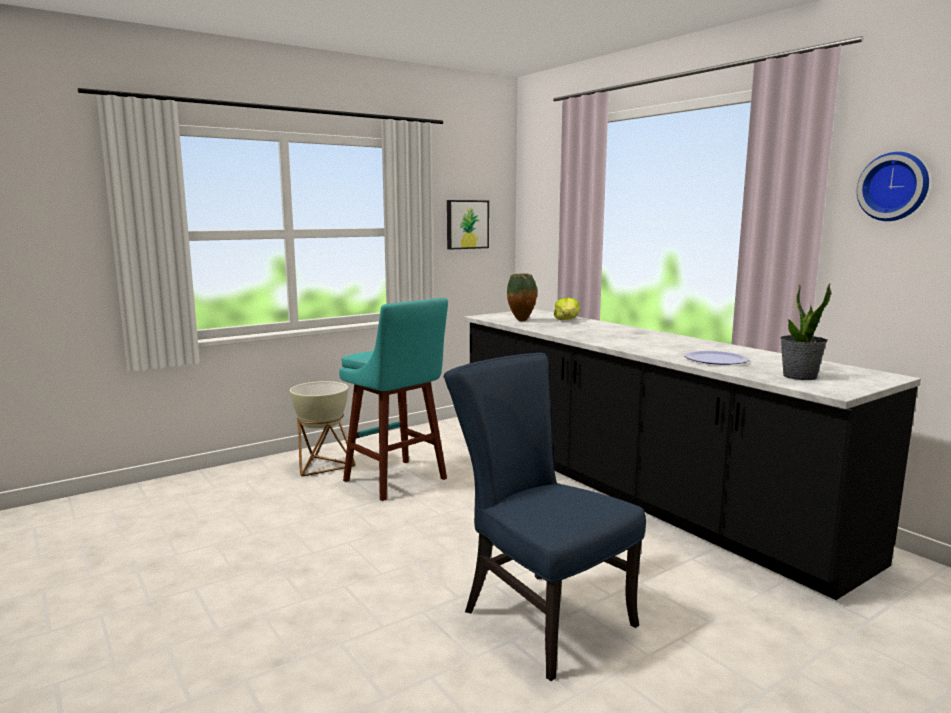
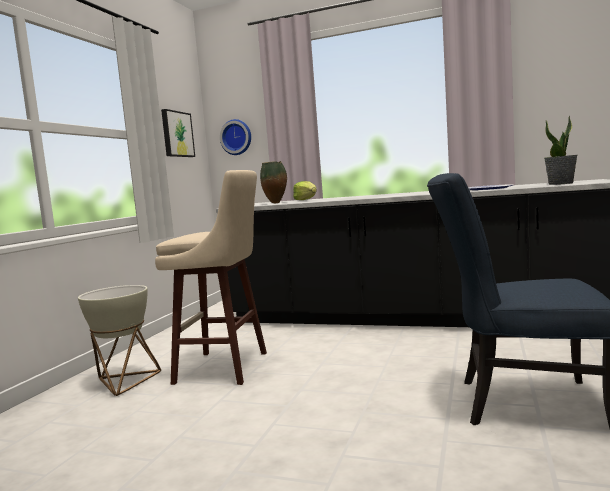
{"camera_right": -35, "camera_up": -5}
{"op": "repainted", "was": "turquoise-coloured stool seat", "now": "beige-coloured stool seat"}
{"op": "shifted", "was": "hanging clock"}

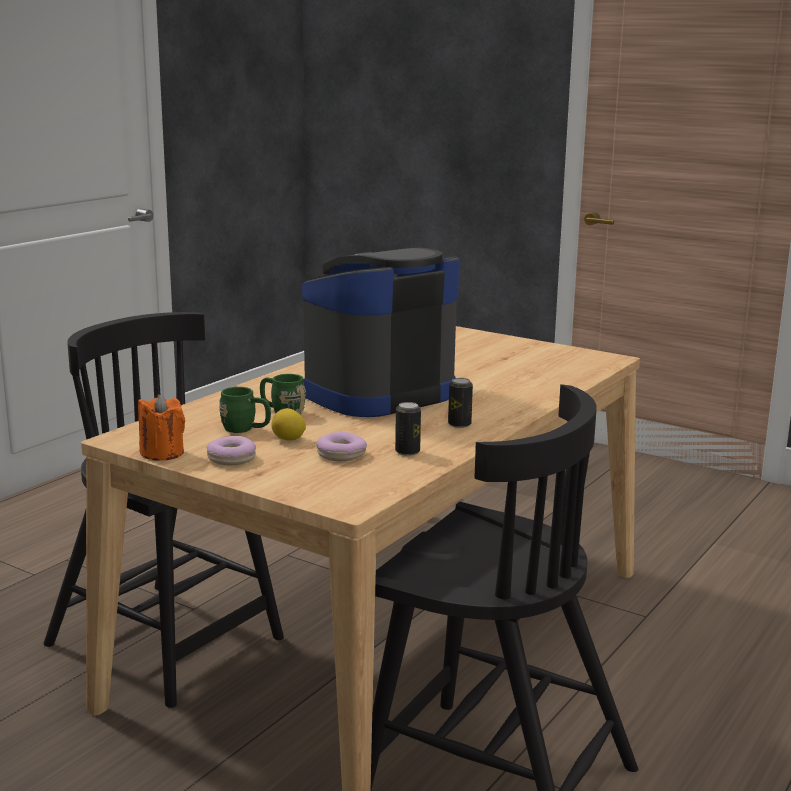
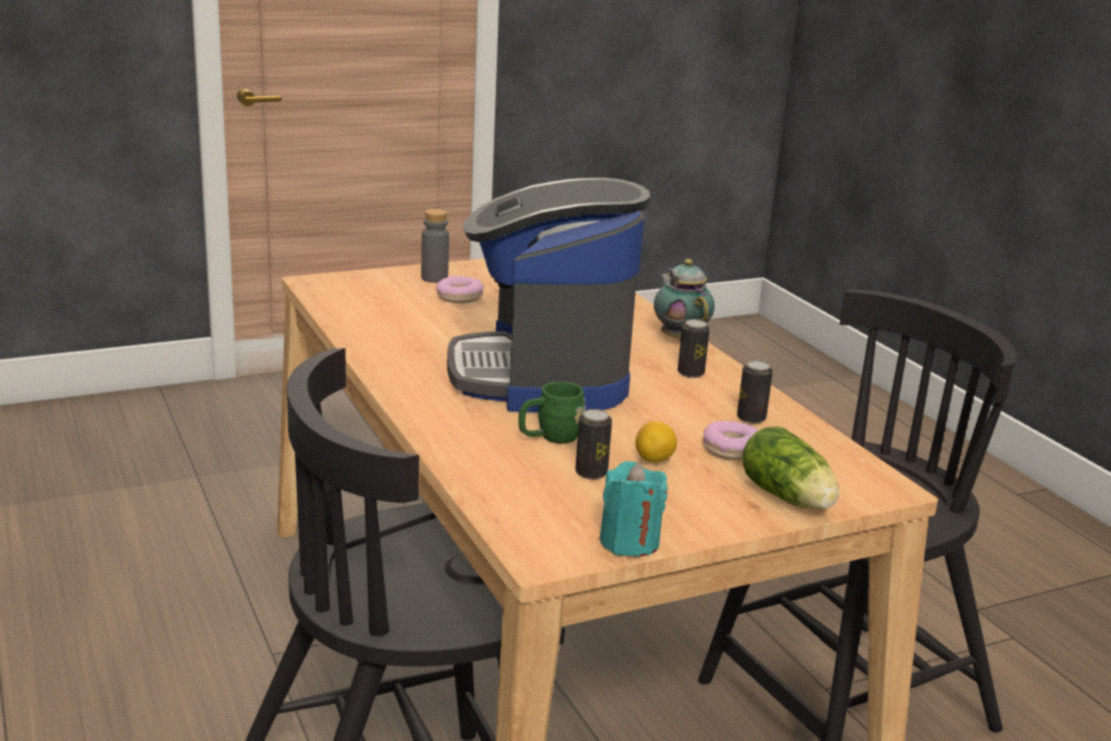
{"camera_right": -60, "camera_up": 5}
{"op": "new", "now": "gray bottle"}
{"op": "shifted", "was": "donut (no. 1 from left)"}
{"op": "swapped", "was": "green-coloured mug (no. 1 from left)", "now": "sealed can (no. 1 from left)"}
{"op": "repainted", "was": "orange-coloured candle", "now": "turquoise-coloured candle"}
{"op": "new", "now": "teapot"}
{"op": "new", "now": "lettuce"}

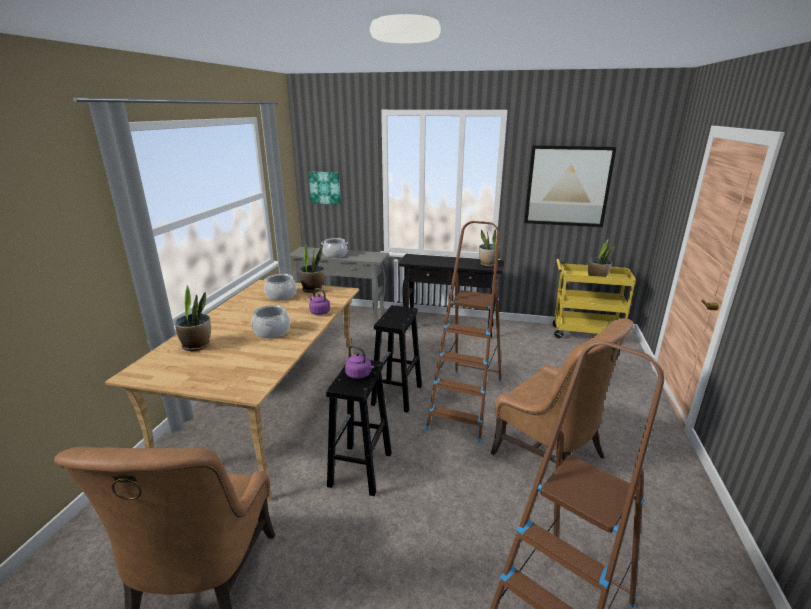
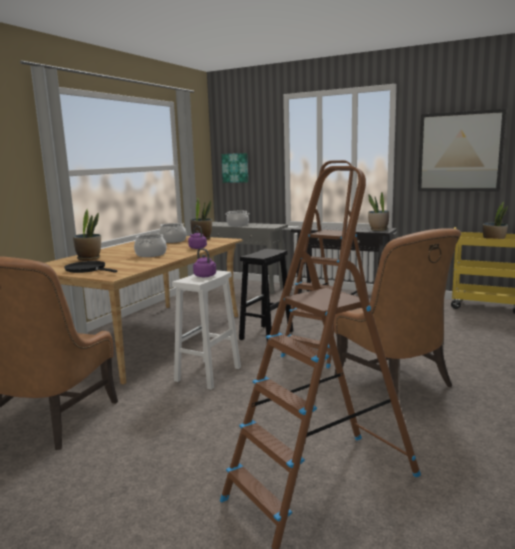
{"camera_right": 15, "camera_up": -10}
{"op": "new", "now": "black frying pan"}
{"op": "repainted", "was": "black stool seat (no. 1 from left)", "now": "white-coloured stool seat"}

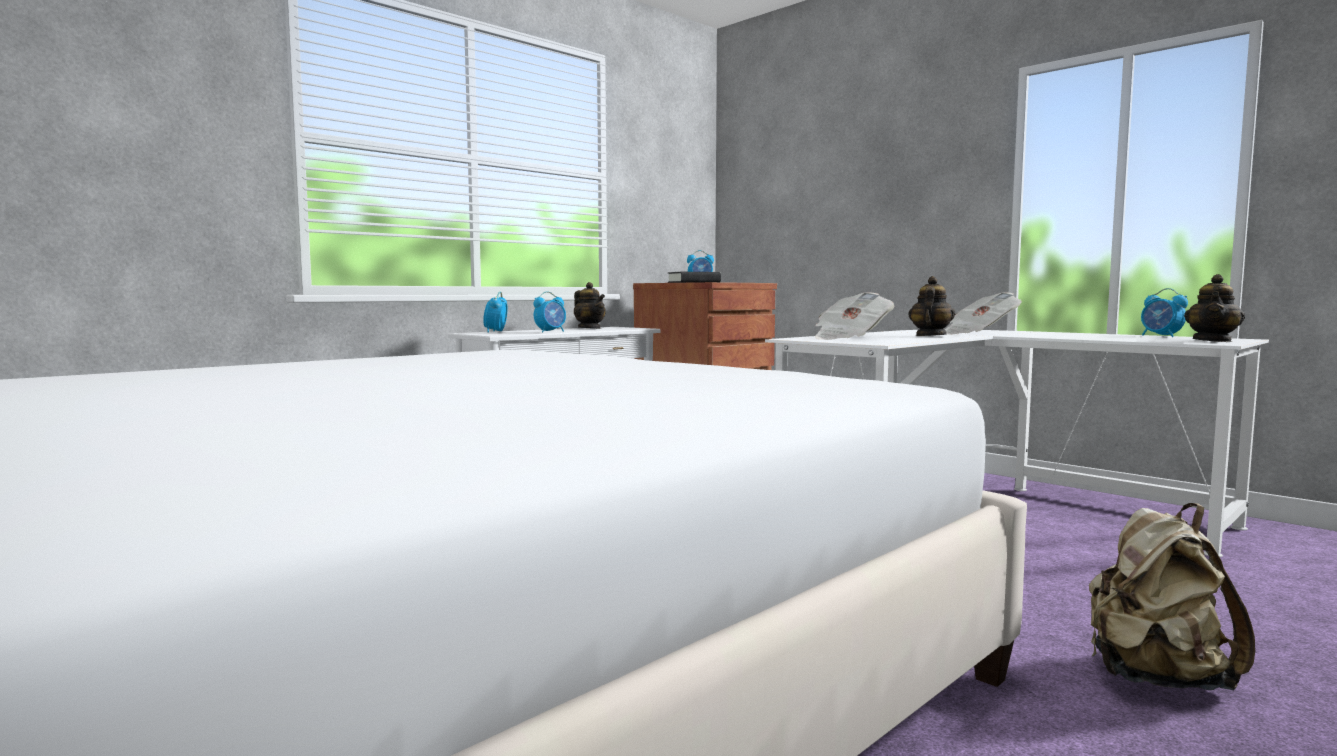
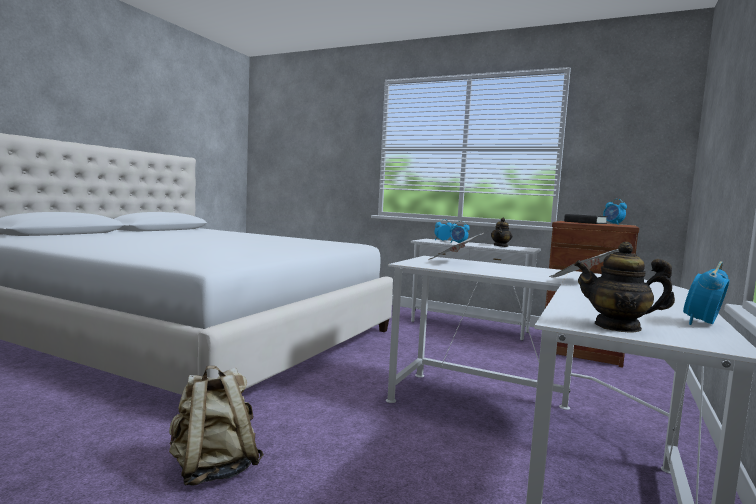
{"camera_right": 70, "camera_up": 0}
{"op": "gone", "was": "teapot (no. 2 from left)"}

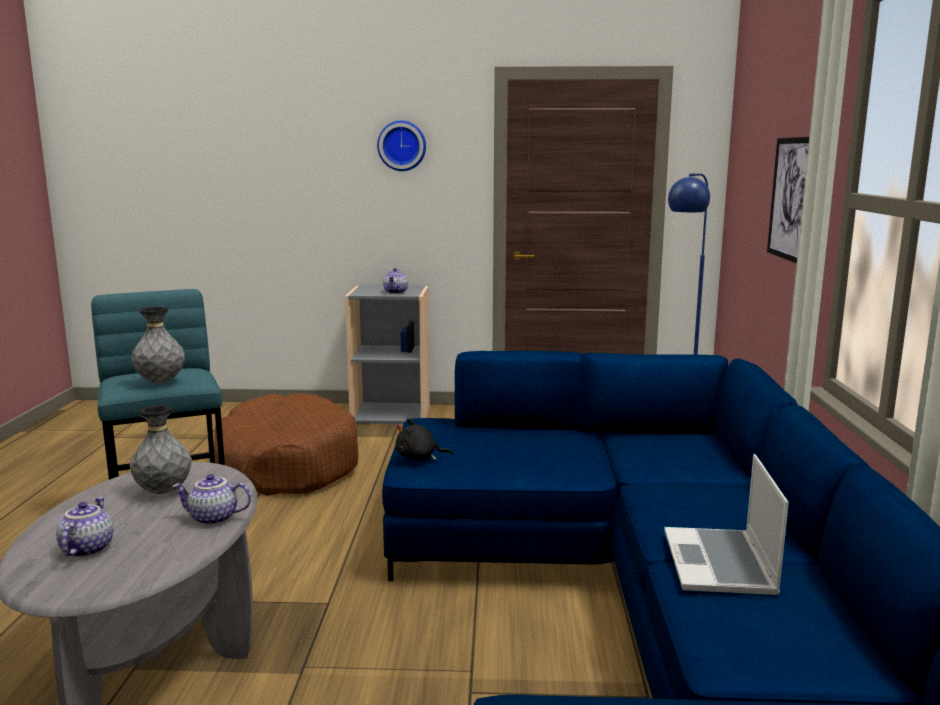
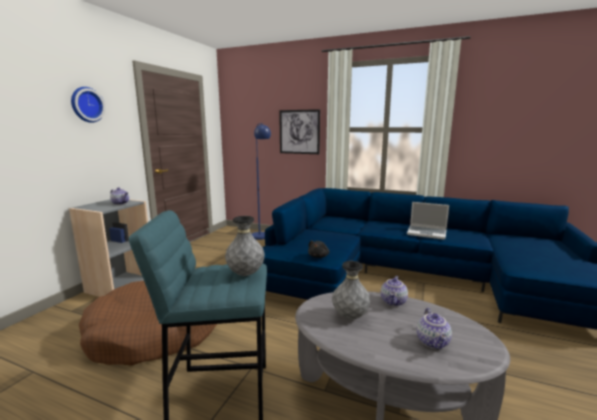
{"camera_right": -70, "camera_up": 0}
{"op": "rotated", "was": "teapot (no. 1 from left in the first image)", "clockwise": -105}

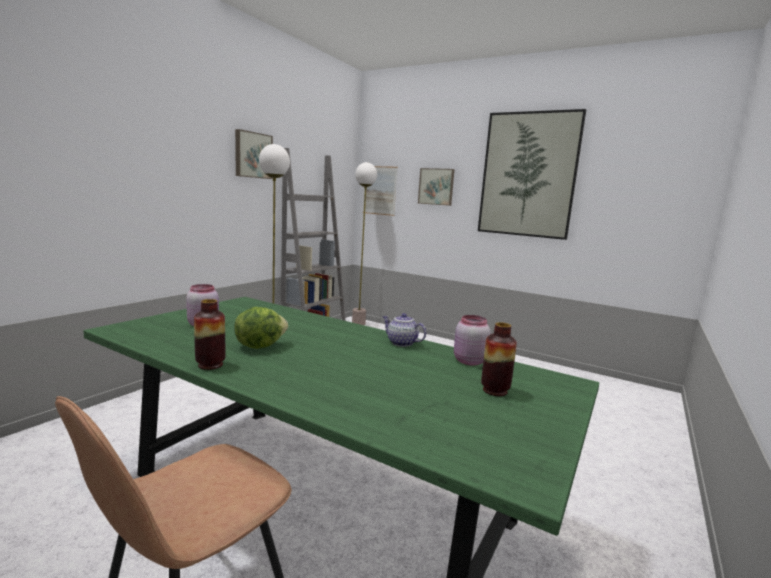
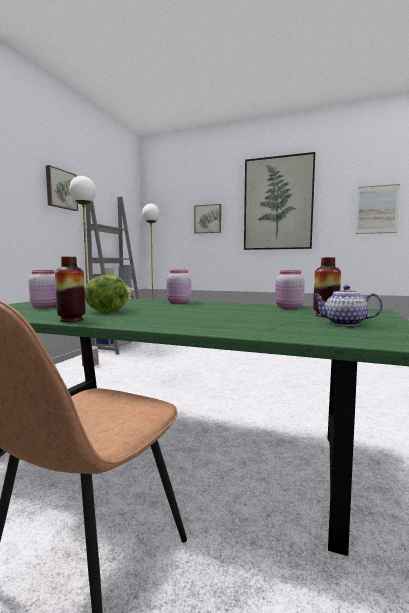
{"camera_right": -10, "camera_up": -5}
{"op": "new", "now": "pink-coloured storage jar (no. 2 from left)"}
{"op": "shifted", "was": "teapot"}
{"op": "shifted", "was": "picture (no. 2 from left in the first image)", "now": "picture (no. 4 from left)"}

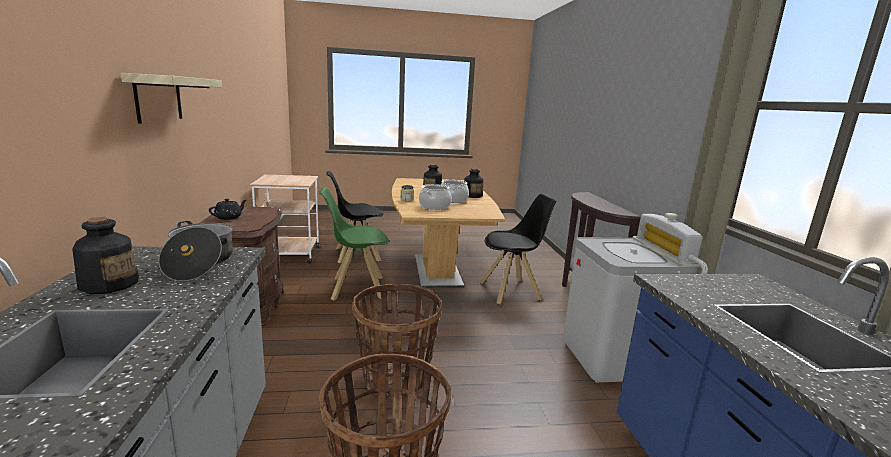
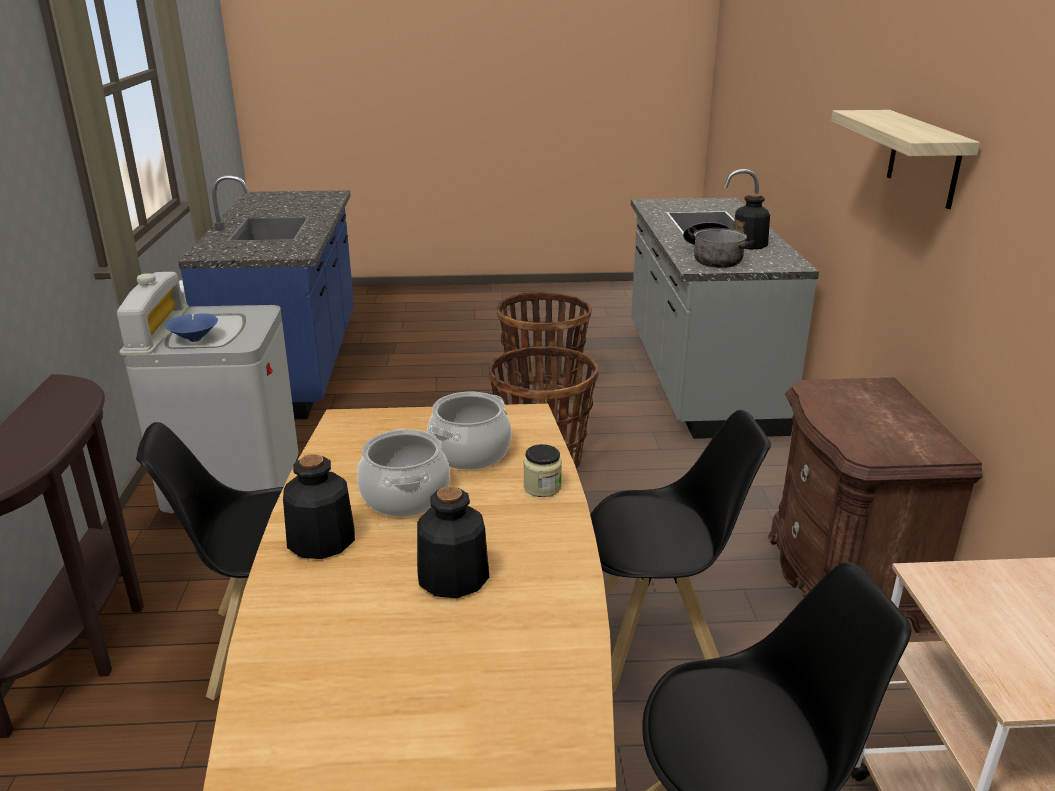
{"camera_right": -175, "camera_up": 10}
{"op": "new", "now": "blue-coloured serving bowl"}
{"op": "repainted", "was": "green-coloured plain chair", "now": "black plain chair (no. 2 from left)"}
{"op": "gone", "was": "black teapot"}

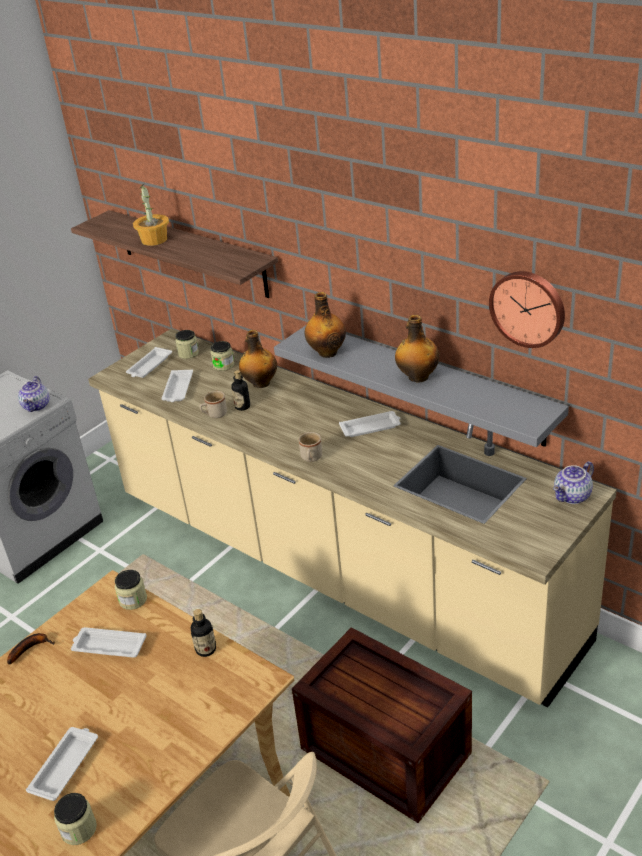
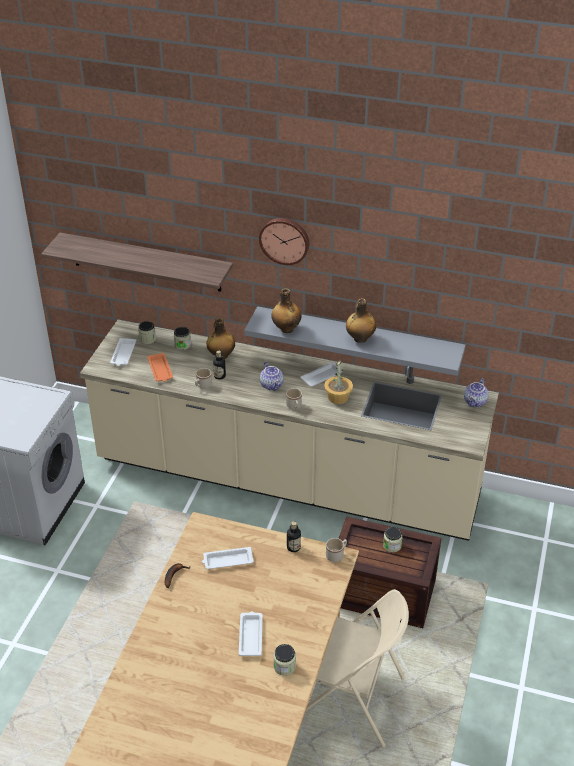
{"camera_right": -25, "camera_up": 5}
{"op": "repainted", "was": "white-coloured carrying tray (no. 4 from left)", "now": "orange-coloured carrying tray"}
{"op": "shifted", "was": "hanging clock"}
{"op": "shifted", "was": "teapot (no. 1 from left)"}
{"op": "shifted", "was": "plant in a pot"}
{"op": "new", "now": "beige-coloured mug (no. 3 from left)"}
{"op": "shifted", "was": "storage jar (no. 2 from left in the first image)", "now": "storage jar (no. 4 from left)"}

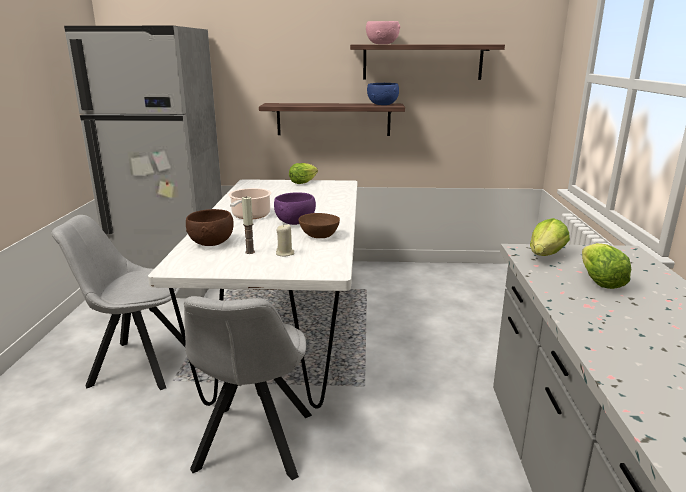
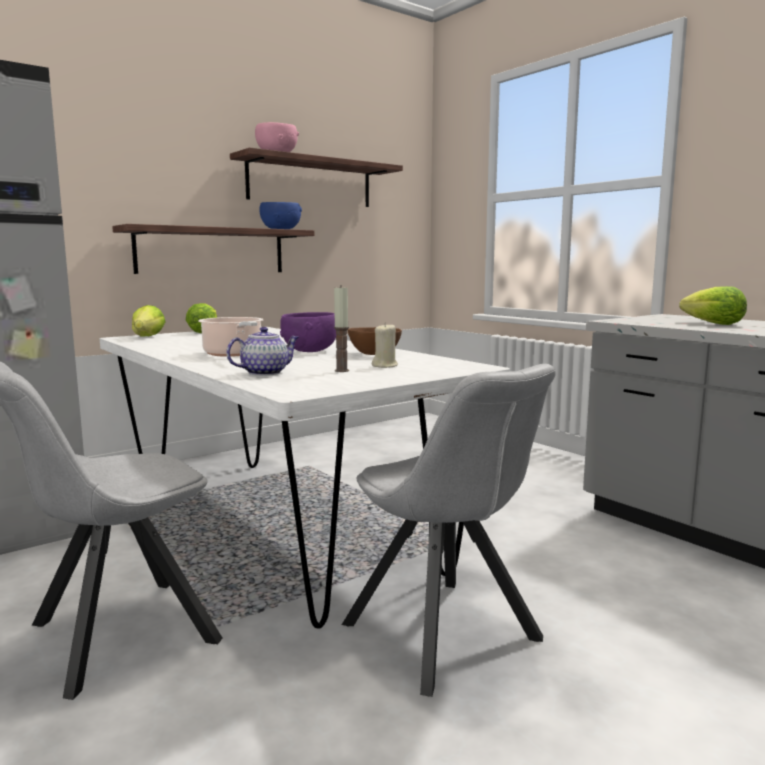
{"camera_right": -40, "camera_up": -10}
{"op": "shifted", "was": "lettuce (no. 2 from left in the first image)", "now": "lettuce (no. 1 from left)"}
{"op": "swapped", "was": "brown serving bowl (no. 1 from left)", "now": "teapot"}

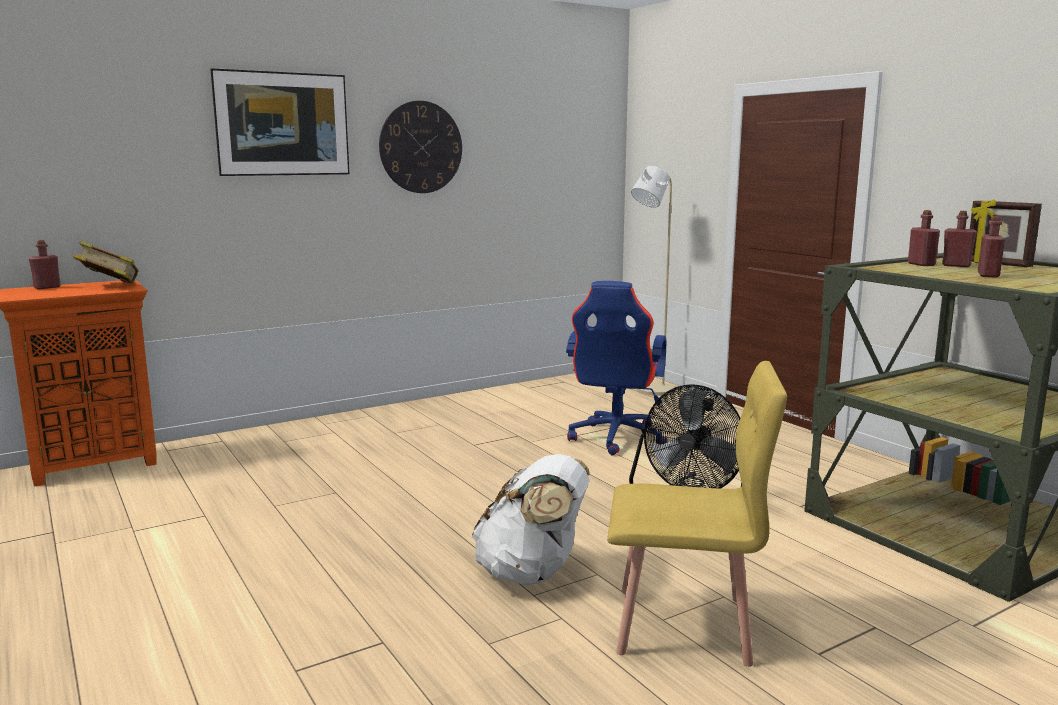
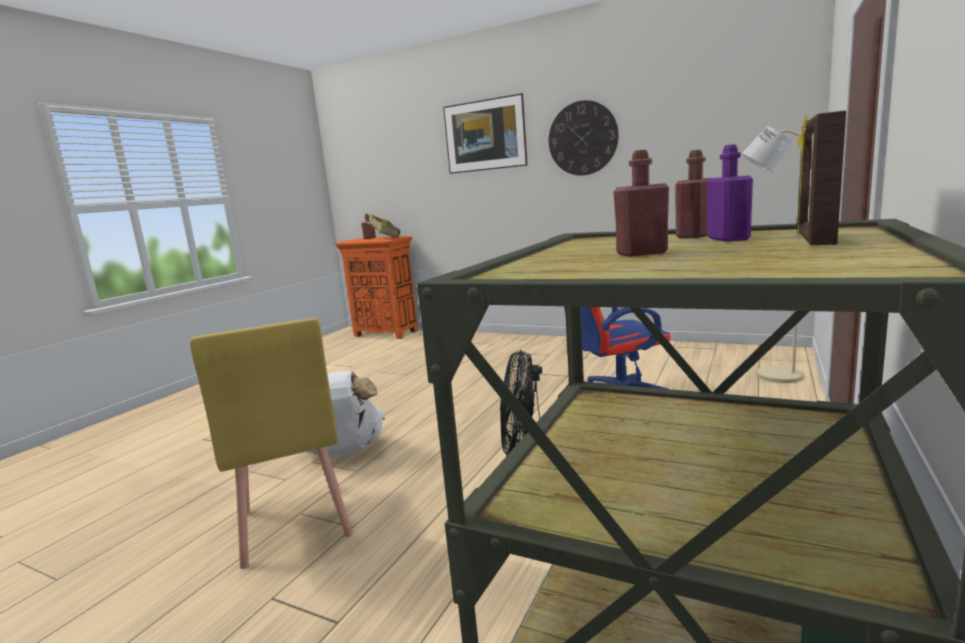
{"camera_right": 60, "camera_up": 0}
{"op": "repainted", "was": "red-coloured bottle (no. 3 from left)", "now": "purple-coloured bottle"}

